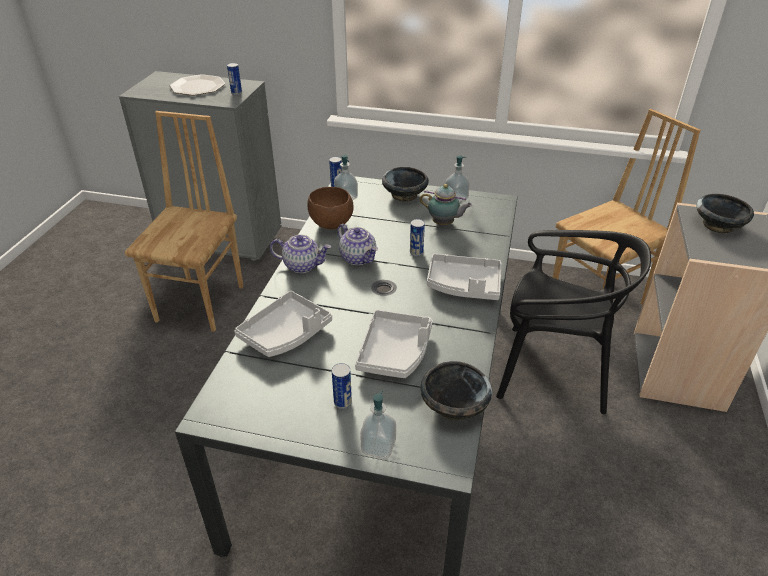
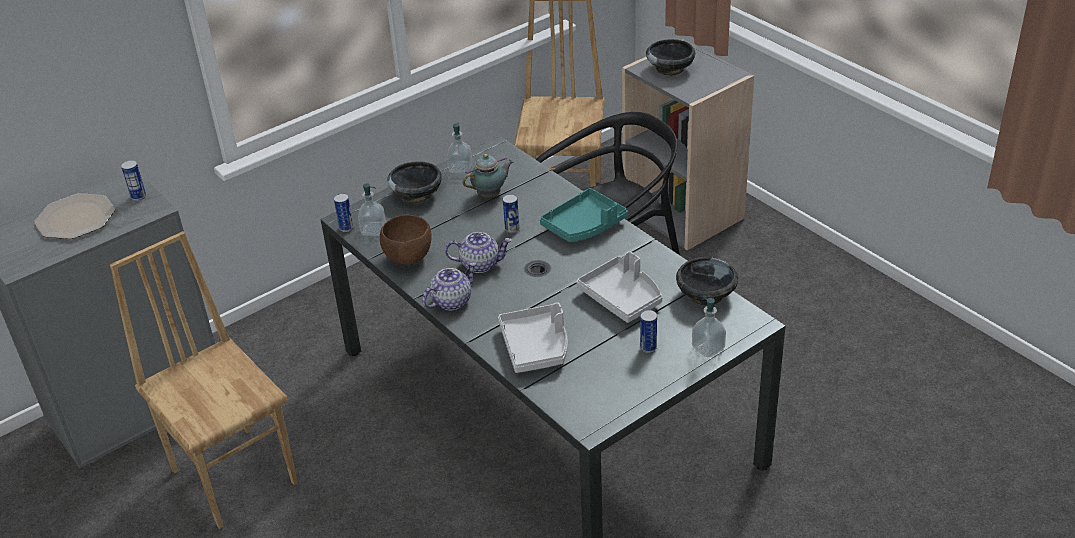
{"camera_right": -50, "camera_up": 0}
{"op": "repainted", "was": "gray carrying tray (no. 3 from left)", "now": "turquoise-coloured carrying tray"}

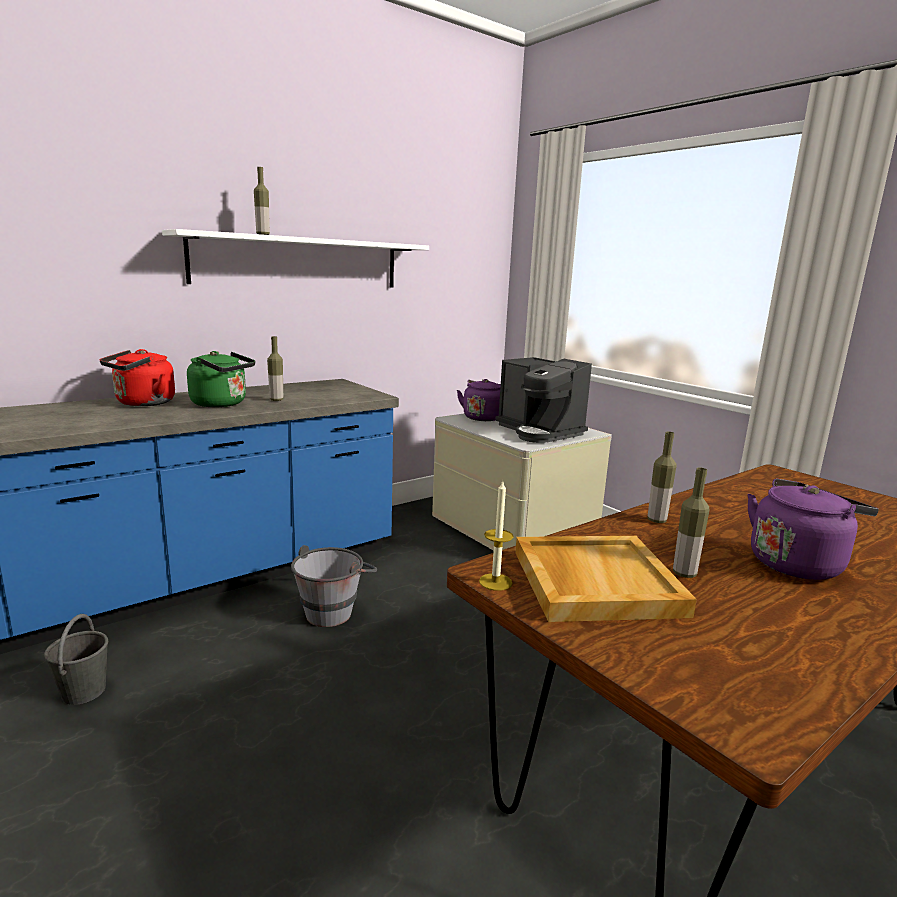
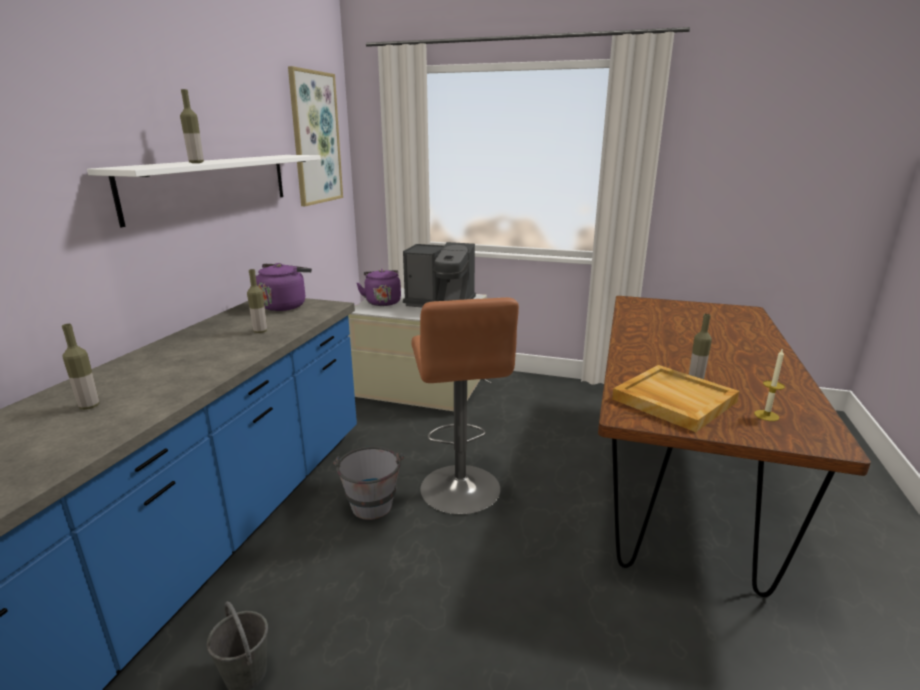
{"camera_right": -35, "camera_up": 5}
{"op": "shifted", "was": "bottle (no. 3 from left in the first image)", "now": "bottle (no. 1 from left)"}
{"op": "shifted", "was": "purple-coloured tea kettle (no. 2 from left in the first image)", "now": "purple-coloured tea kettle (no. 1 from left)"}
{"op": "new", "now": "picture"}
{"op": "new", "now": "brown stool seat"}
{"op": "shifted", "was": "candle"}
{"op": "gone", "was": "red-coloured tea kettle"}
{"op": "gone", "was": "green-coloured tea kettle"}

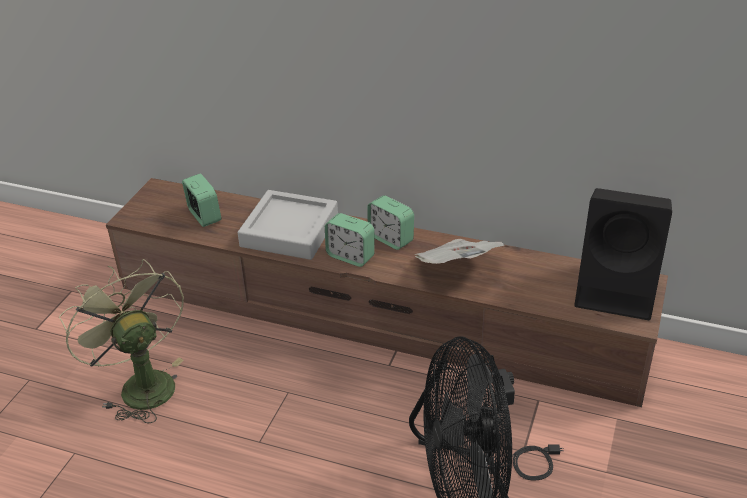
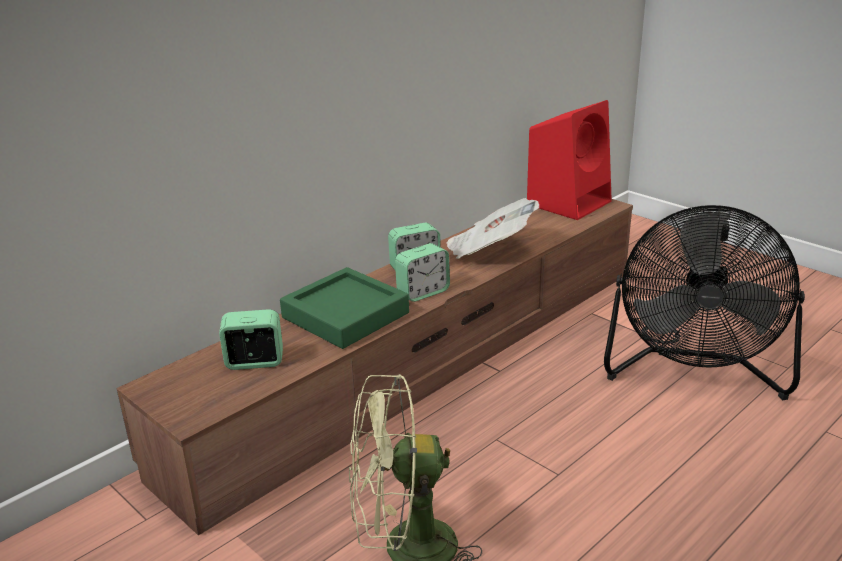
{"camera_right": -65, "camera_up": -10}
{"op": "repainted", "was": "gray carrying tray", "now": "green-coloured carrying tray"}
{"op": "repainted", "was": "black audio speaker", "now": "red-coloured audio speaker"}

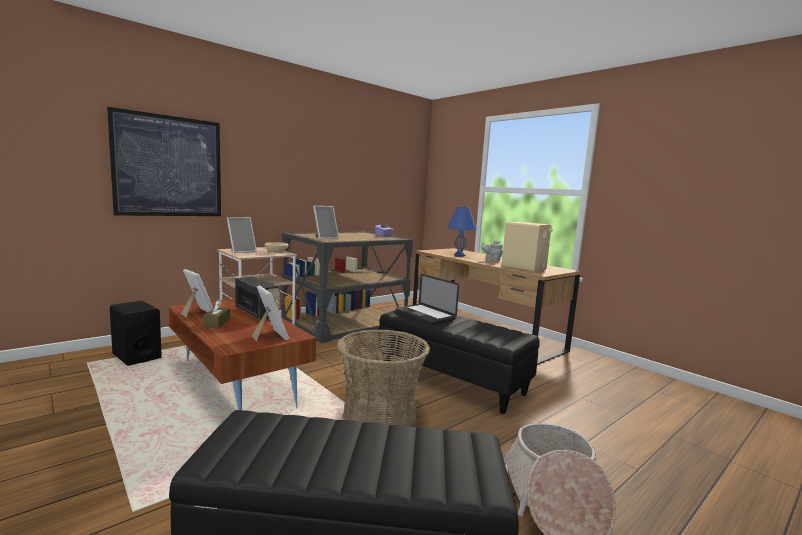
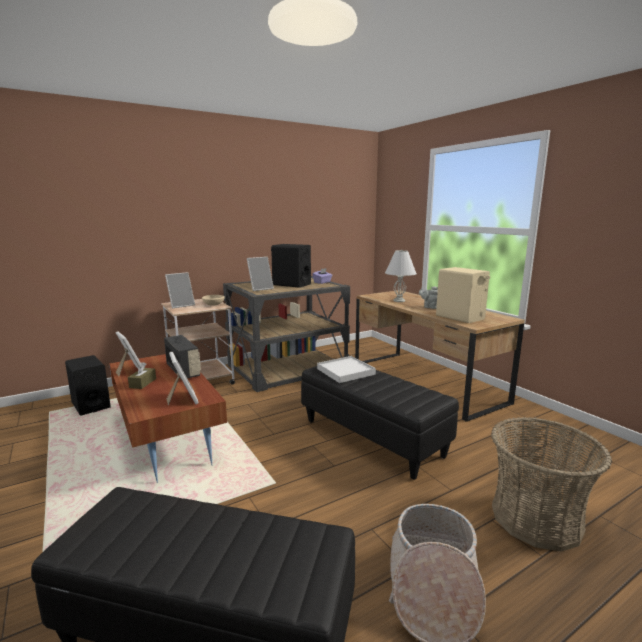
{"camera_right": 10, "camera_up": 5}
{"op": "new", "now": "black audio speaker (no. 2 from left)"}
{"op": "swapped", "was": "laptop", "now": "white-coloured carrying tray"}
{"op": "repainted", "was": "blue-coloured tabletop lamp", "now": "white-coloured tabletop lamp"}
{"op": "shifted", "was": "household basket (no. 1 from left in the first image)", "now": "household basket (no. 2 from left)"}
{"op": "gone", "was": "picture"}

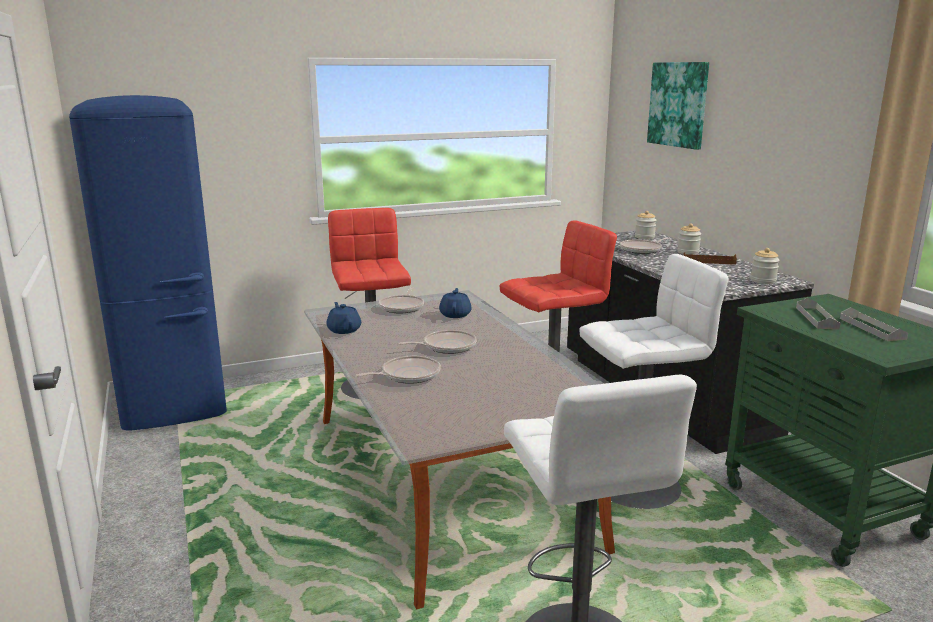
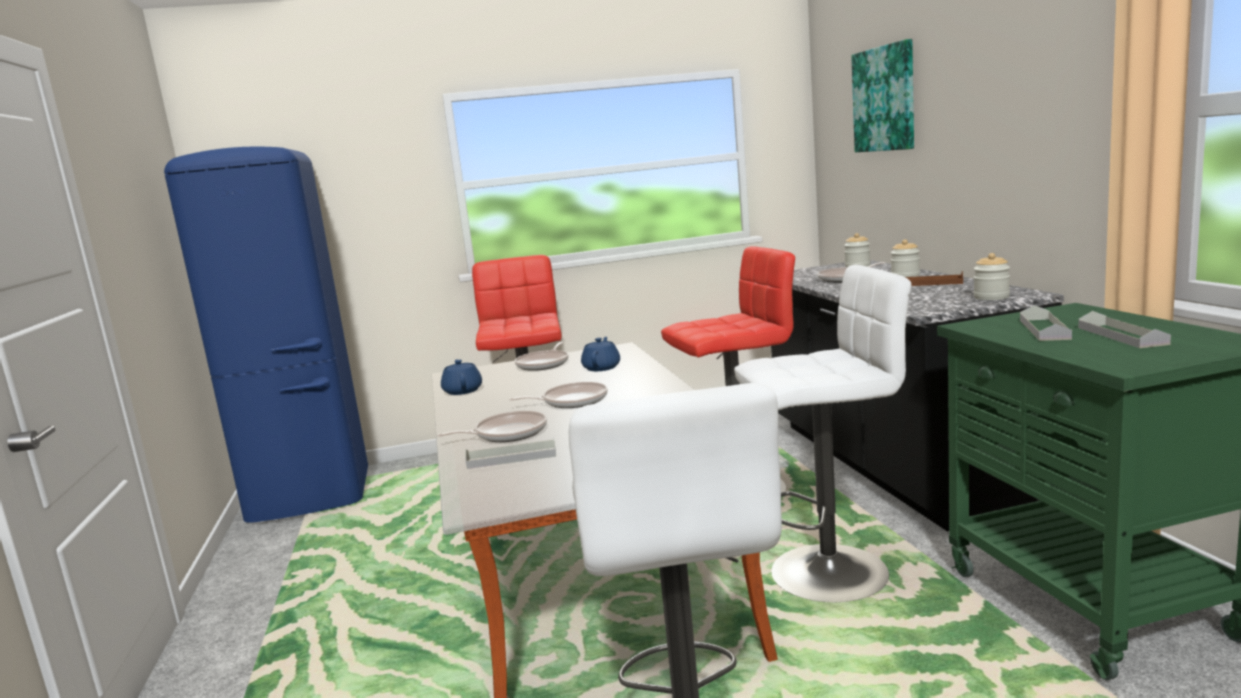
{"camera_right": 10, "camera_up": -5}
{"op": "new", "now": "gray carrying tray (no. 1 from left)"}

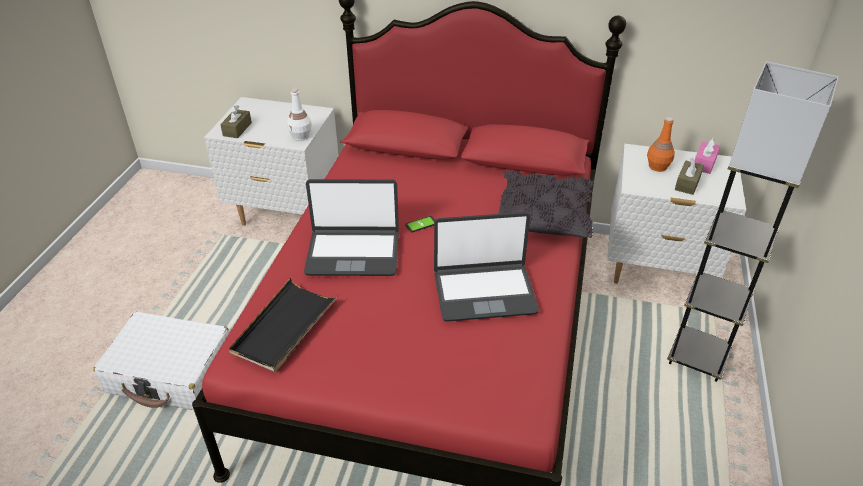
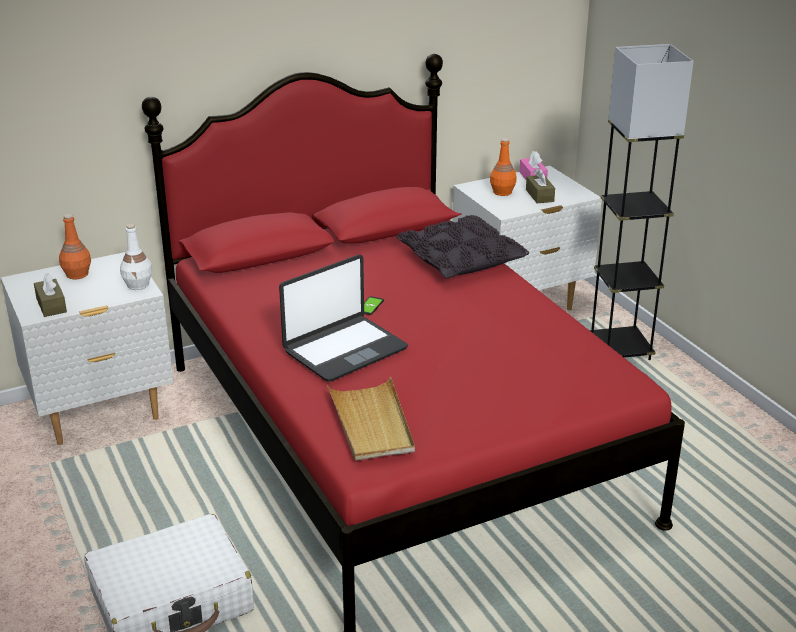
{"camera_right": -40, "camera_up": -10}
{"op": "new", "now": "orange-coloured bottle (no. 1 from left)"}
{"op": "repainted", "was": "black carrying tray", "now": "beige-coloured carrying tray"}
{"op": "gone", "was": "laptop (no. 2 from left)"}

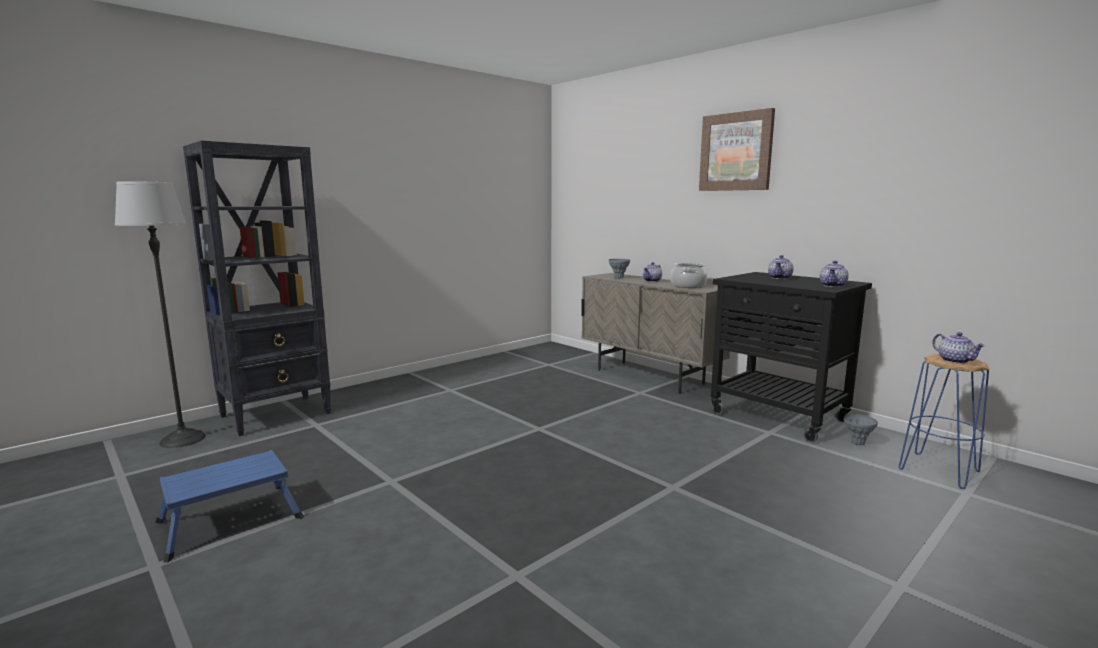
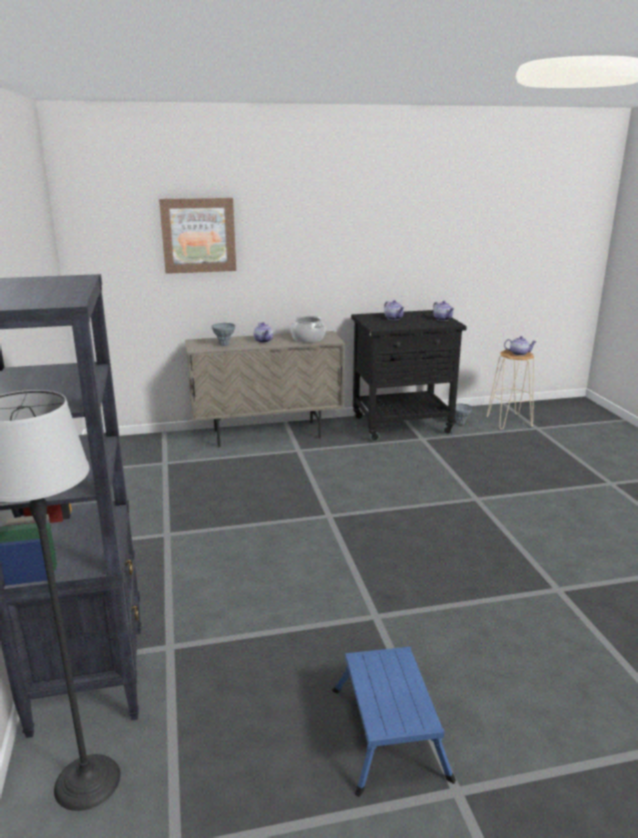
{"camera_right": -60, "camera_up": 10}
{"op": "shifted", "was": "picture"}
{"op": "repainted", "was": "blue-coloured stool seat", "now": "beige-coloured stool seat"}

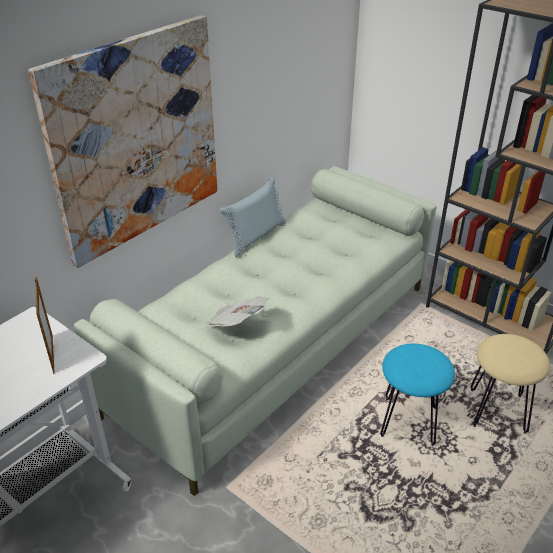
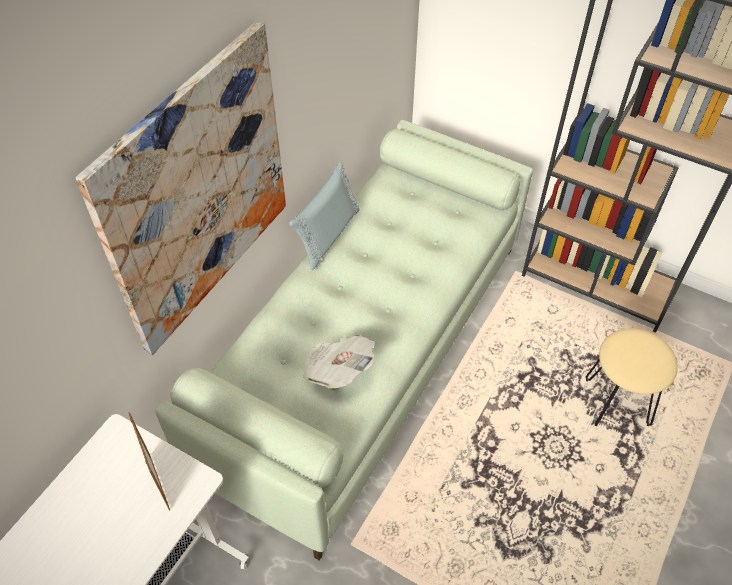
{"camera_right": -10, "camera_up": 15}
{"op": "gone", "was": "turquoise-coloured stool seat"}

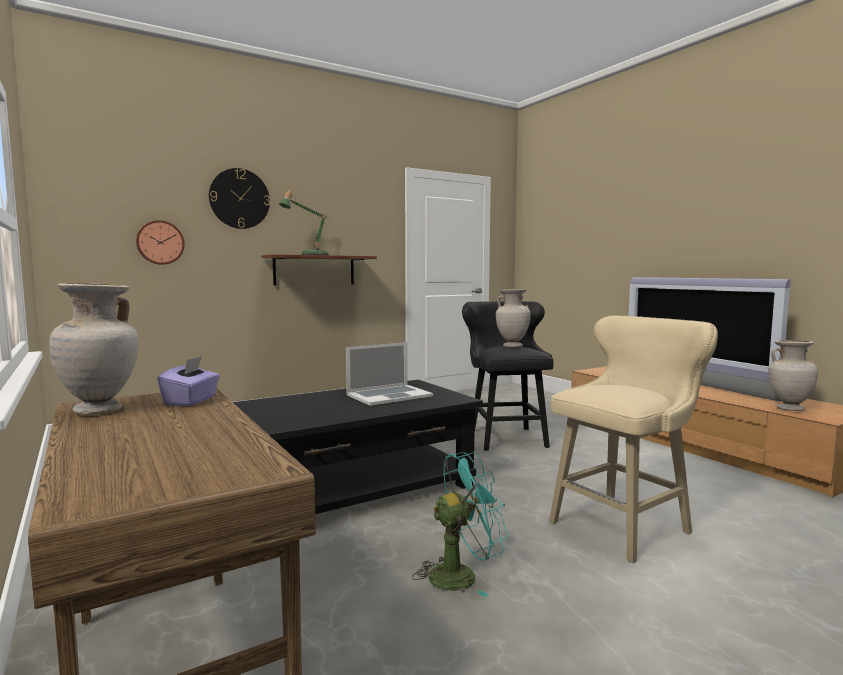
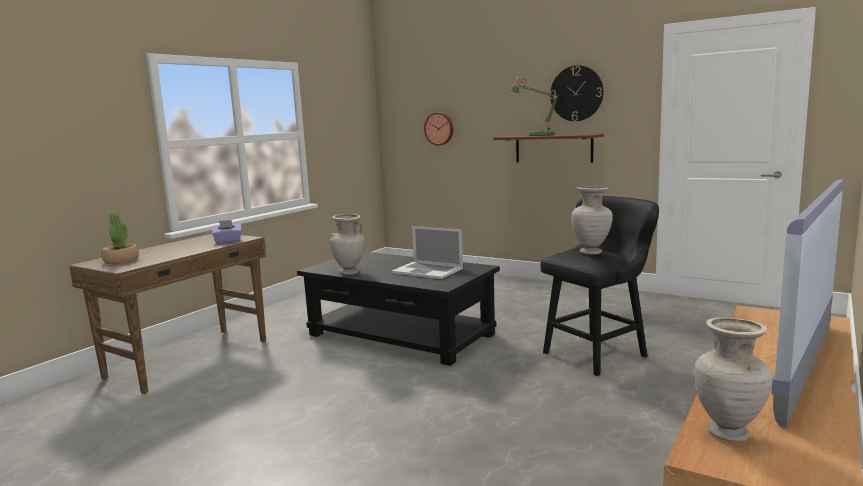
{"camera_right": 65, "camera_up": 5}
{"op": "new", "now": "plant in a pot"}
{"op": "shifted", "was": "beige-coloured flower vase (no. 1 from left)"}
{"op": "shifted", "was": "hanging clock (no. 2 from left)"}
{"op": "gone", "was": "turquoise-coloured fan"}
{"op": "gone", "was": "beige-coloured stool seat"}

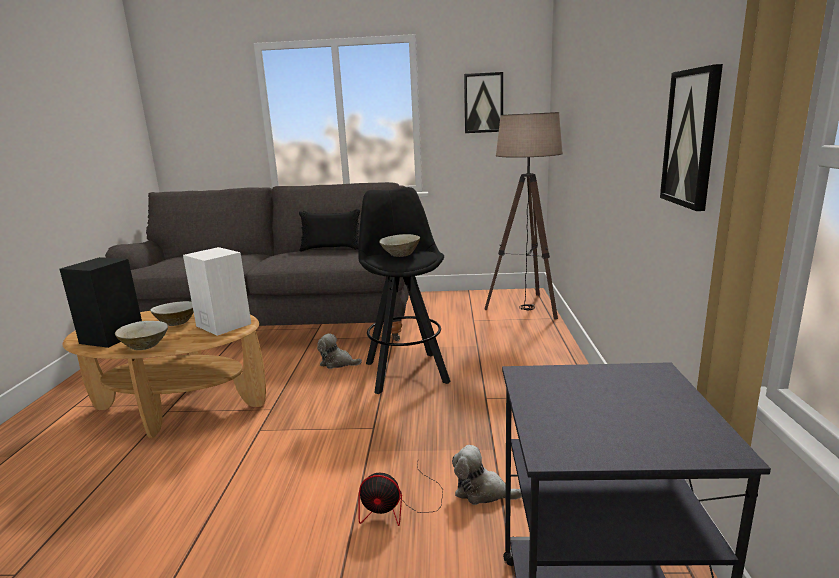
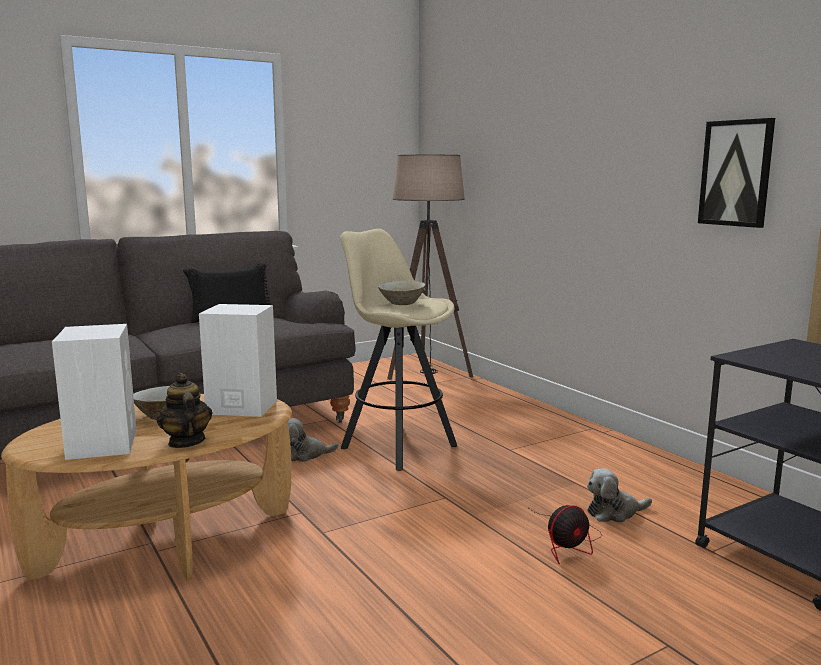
{"camera_right": -35, "camera_up": -5}
{"op": "repainted", "was": "black audio speaker", "now": "white-coloured audio speaker (no. 1 from left)"}
{"op": "swapped", "was": "beige-coloured serving bowl (no. 1 from left)", "now": "teapot"}
{"op": "repainted", "was": "black stool seat", "now": "beige-coloured stool seat"}
{"op": "gone", "was": "picture (no. 1 from left)"}

